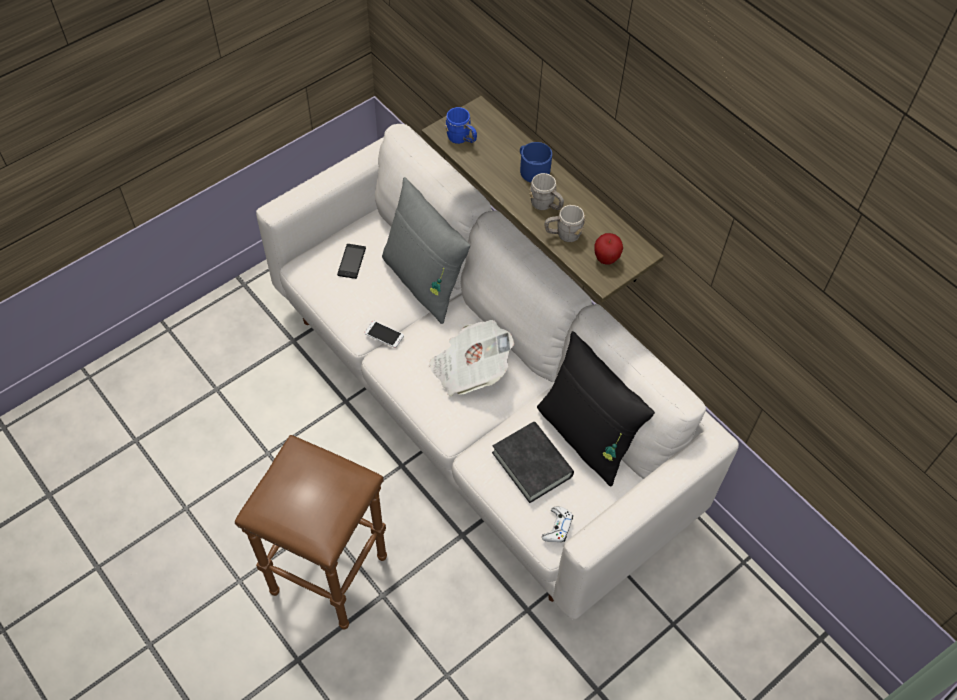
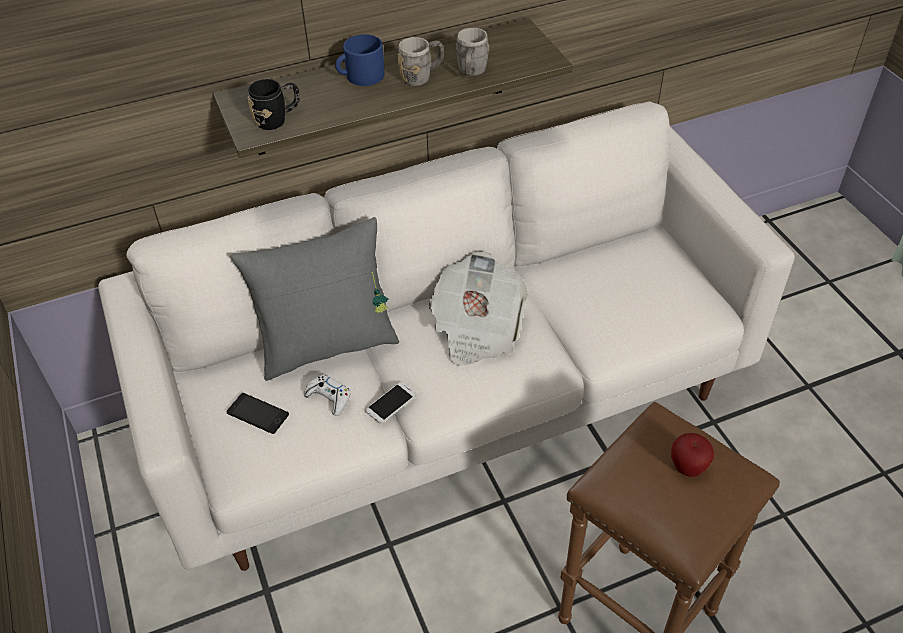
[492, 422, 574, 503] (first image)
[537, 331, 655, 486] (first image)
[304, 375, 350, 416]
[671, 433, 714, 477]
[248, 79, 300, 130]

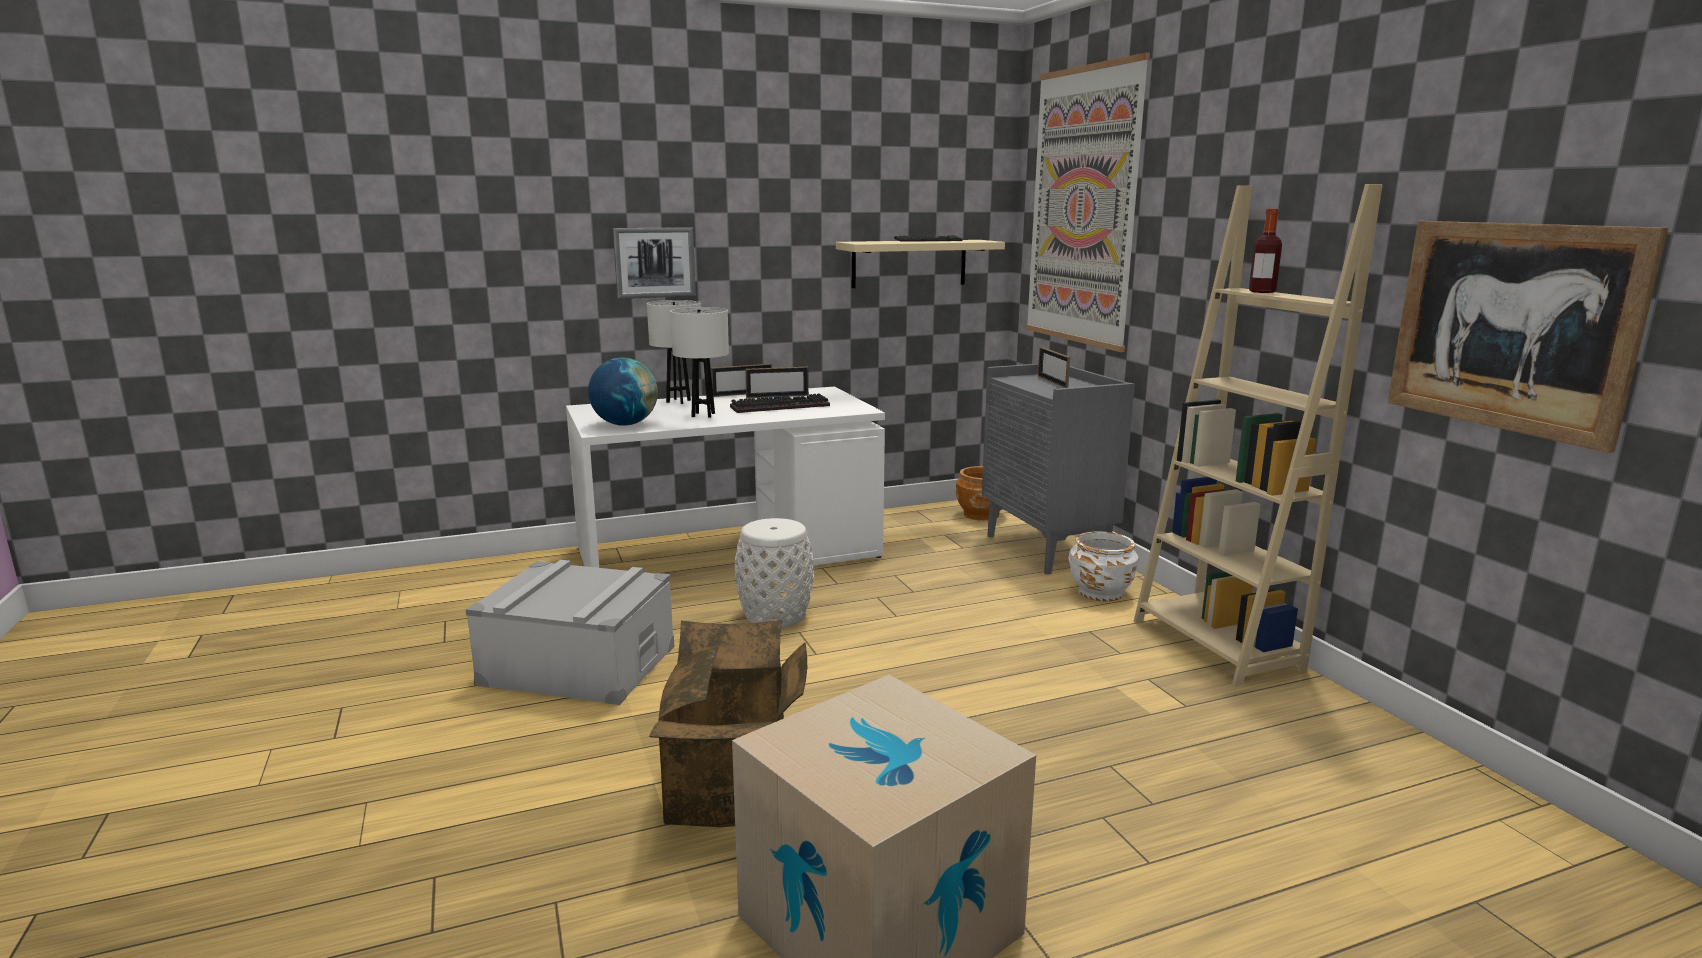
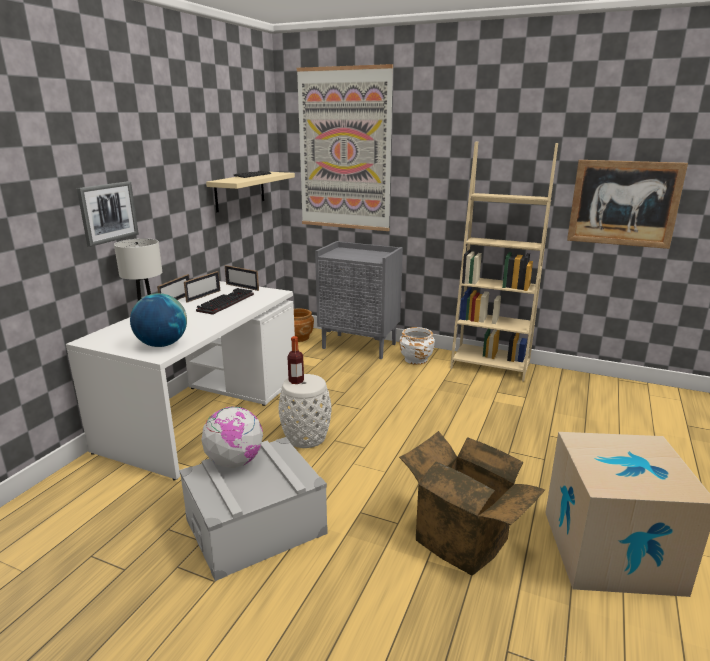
[670, 307, 729, 418] (first image)
[201, 407, 263, 468]
[225, 265, 259, 291]
[287, 336, 304, 384]

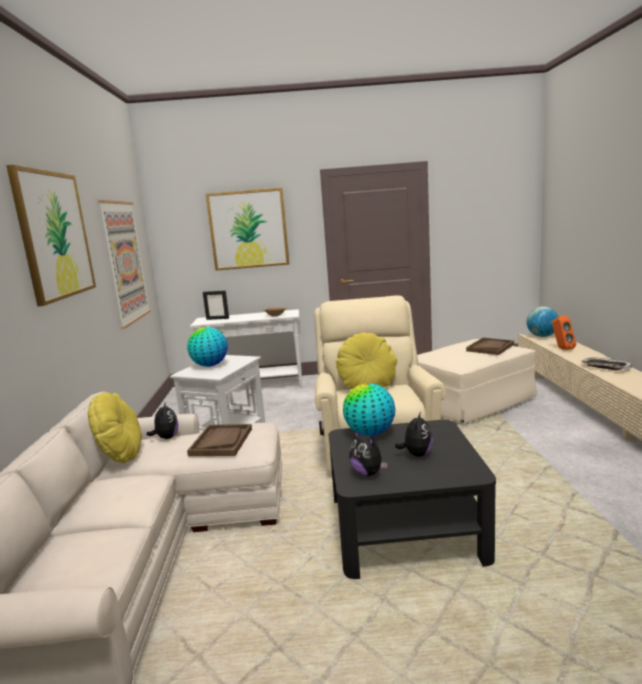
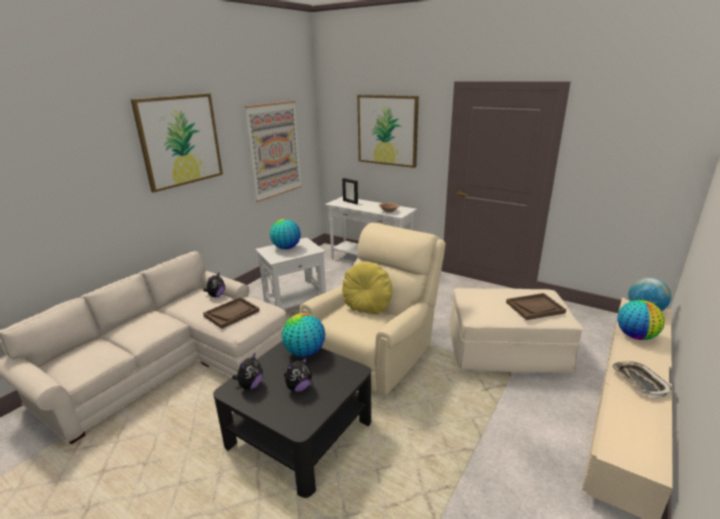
[88, 392, 142, 463] (first image)
[617, 300, 665, 340]
[232, 354, 263, 390]

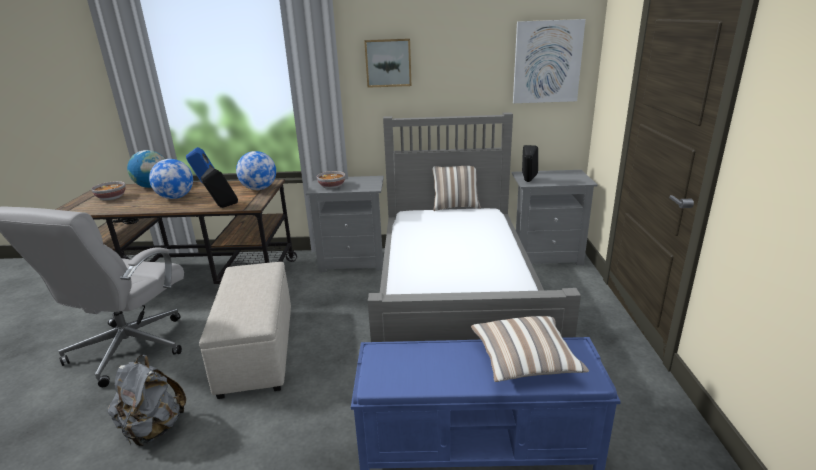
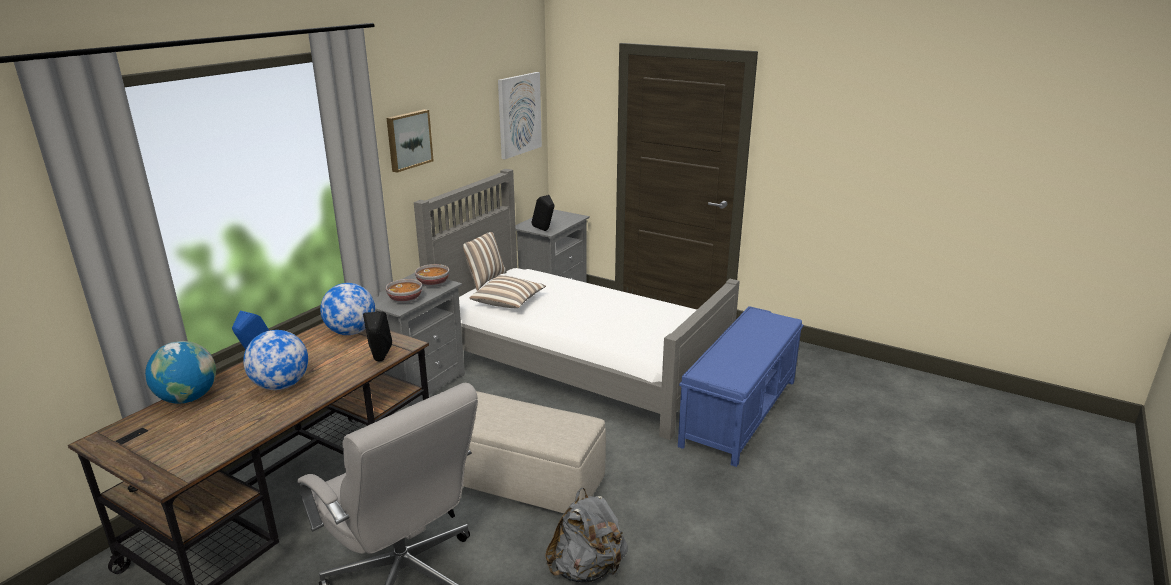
[415, 264, 449, 287]
[470, 275, 546, 308]

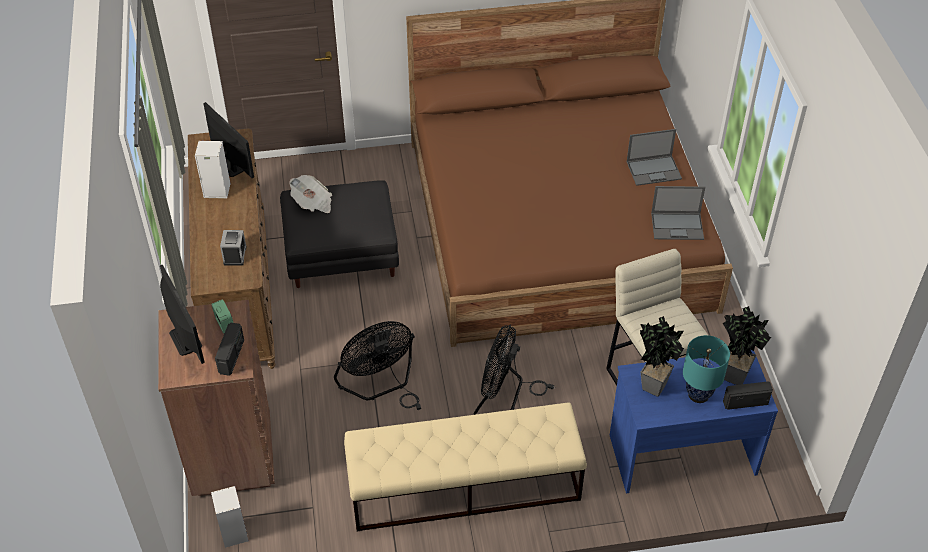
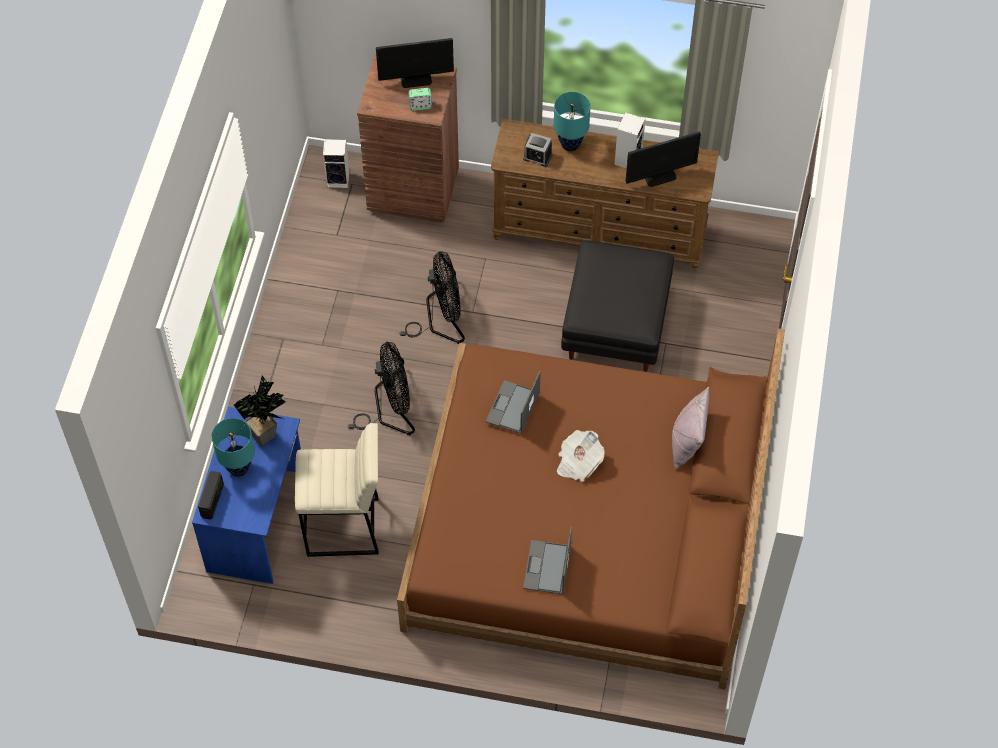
[215, 323, 244, 376] (first image)
[344, 403, 587, 531] (first image)
[723, 306, 771, 385] (first image)
[554, 92, 591, 151]
[672, 387, 709, 470]
[557, 430, 605, 481]
[486, 371, 541, 434]
[347, 341, 415, 436]

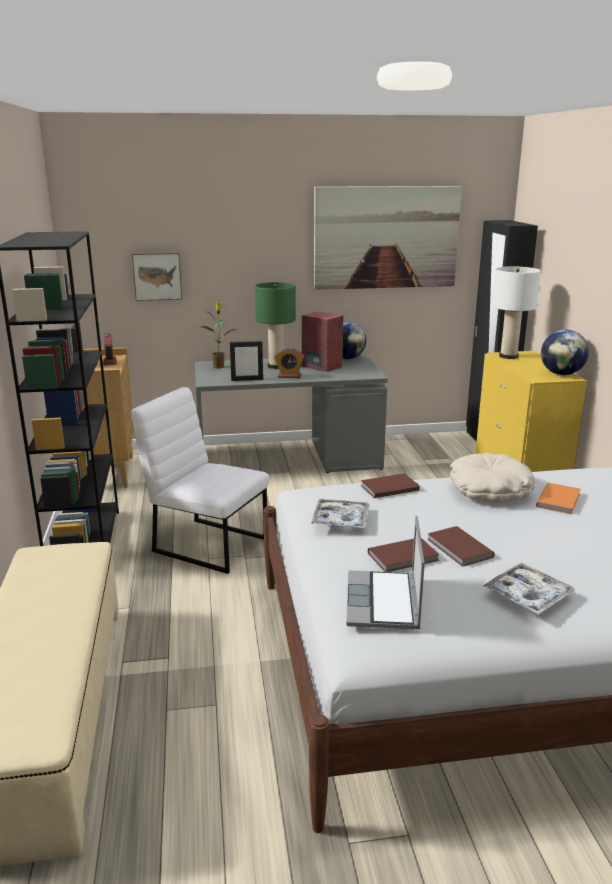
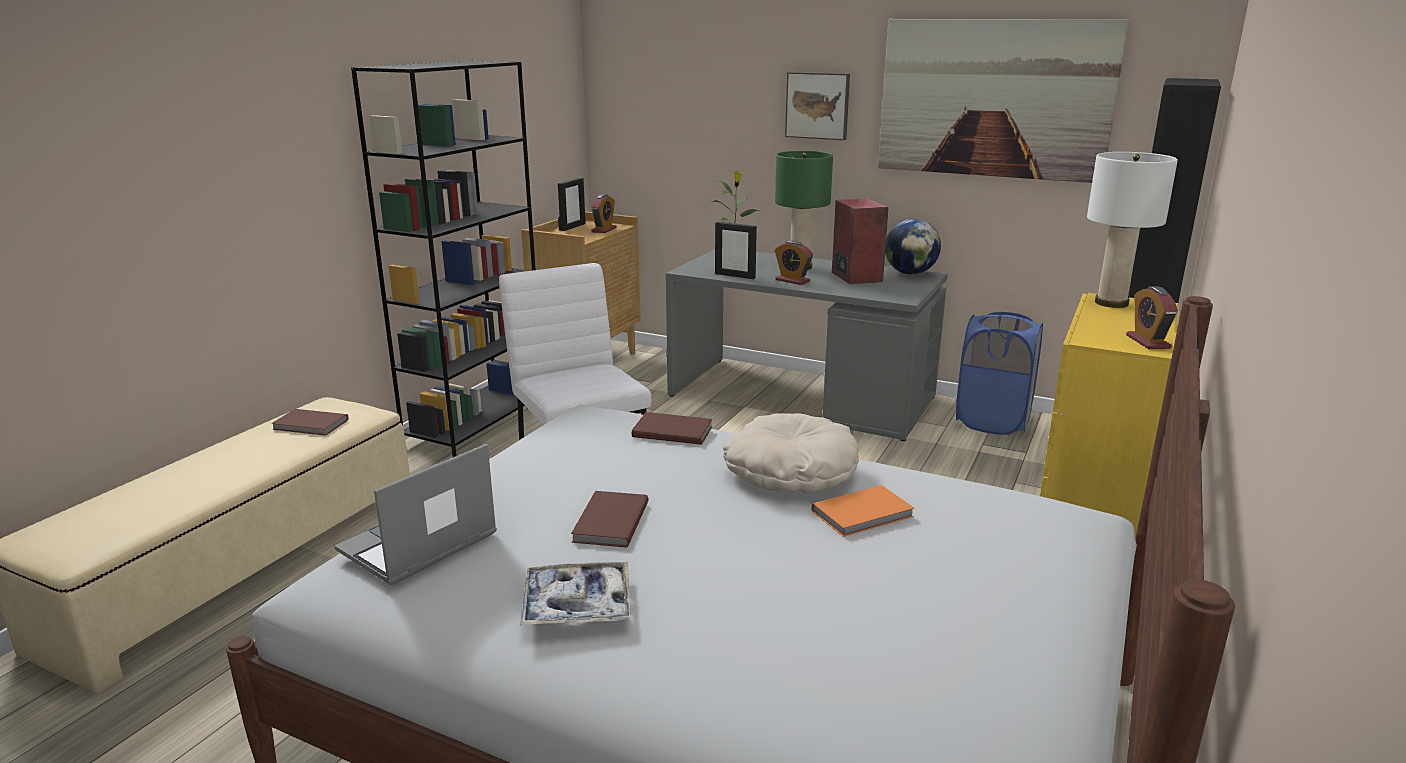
[311, 499, 369, 528] (first image)
[956, 312, 1043, 435]
[785, 72, 850, 140]
[271, 409, 349, 436]
[1126, 286, 1178, 349]

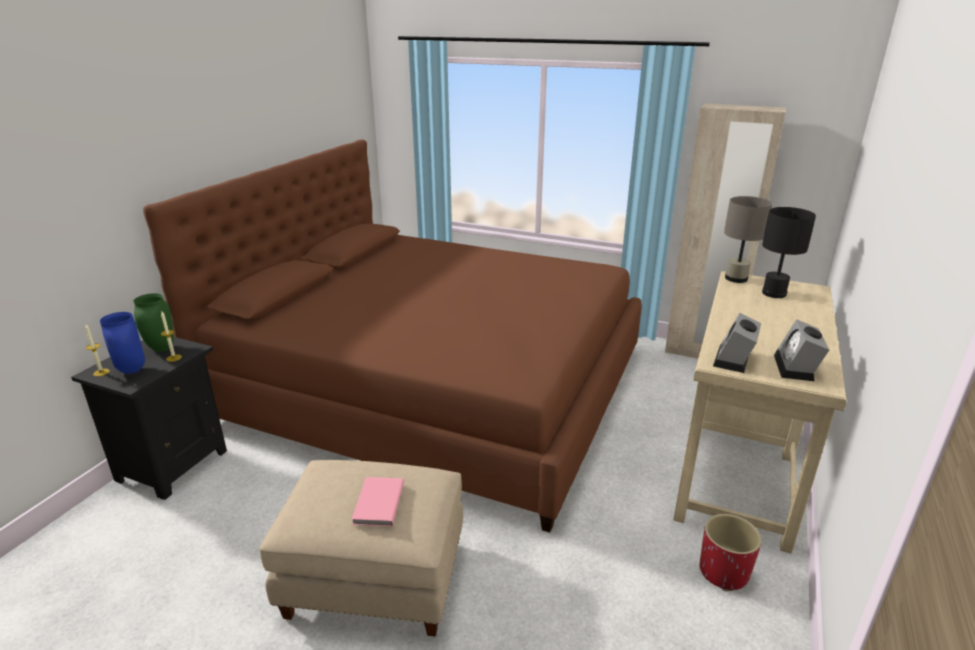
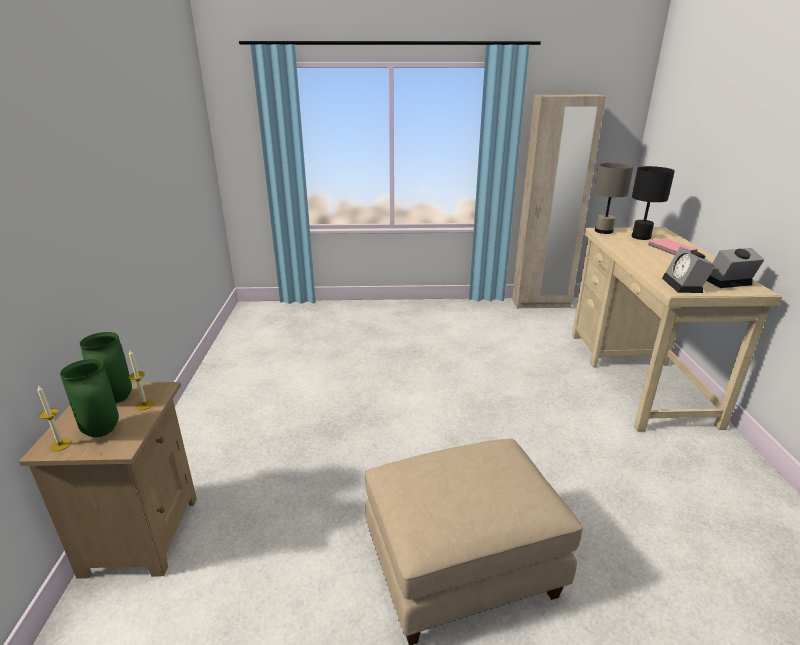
[143, 139, 642, 532] (first image)
[699, 514, 762, 591] (first image)
[649, 238, 697, 256]
[19, 382, 197, 579]
[60, 359, 119, 438]
[706, 248, 764, 288]

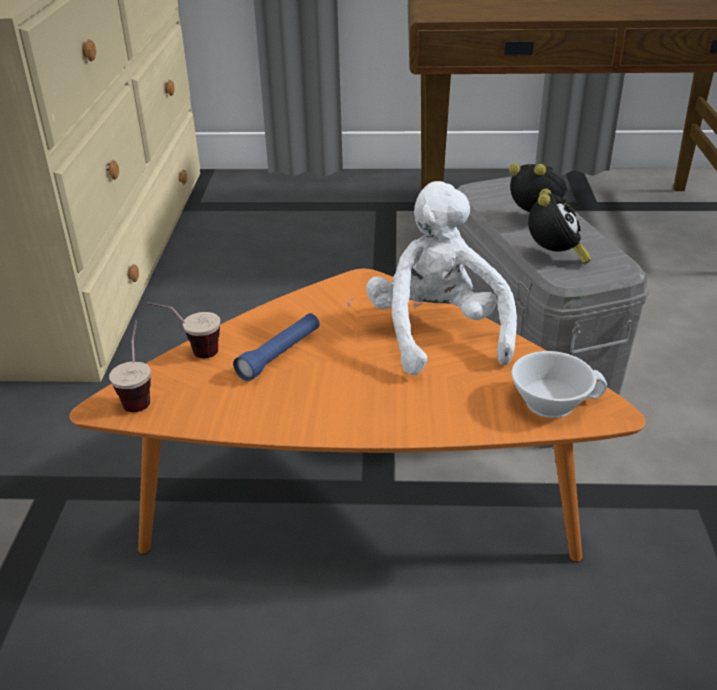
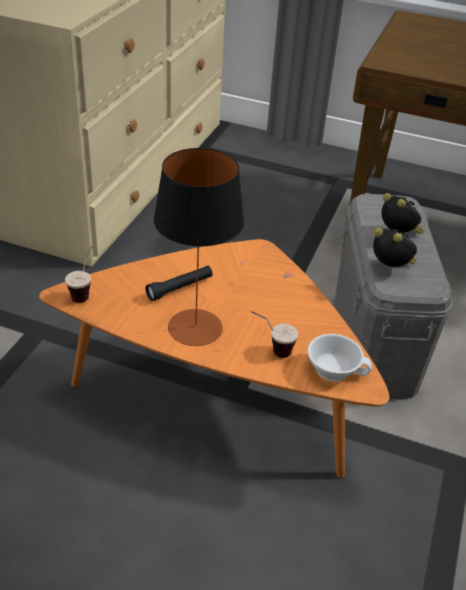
[366, 181, 517, 375] (first image)
[154, 148, 244, 346]
[251, 311, 298, 358]
[146, 266, 213, 301]
[373, 228, 417, 267]

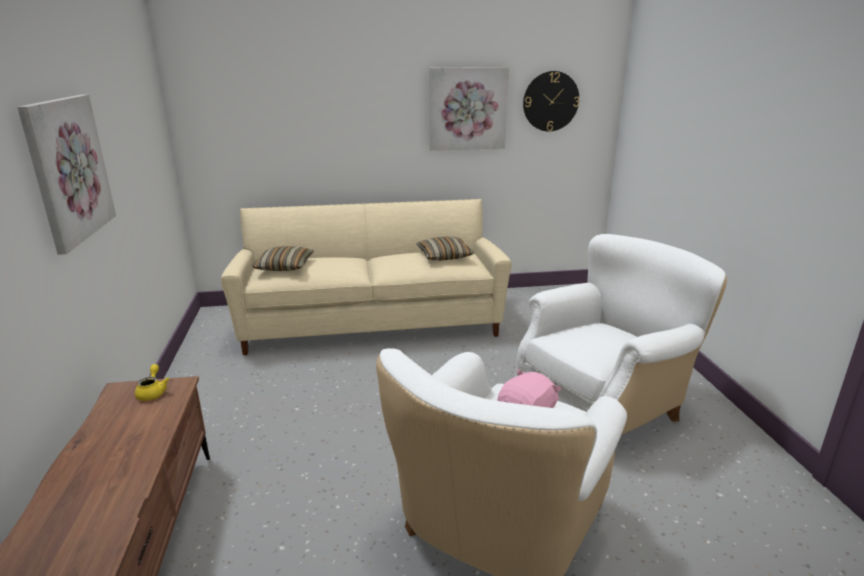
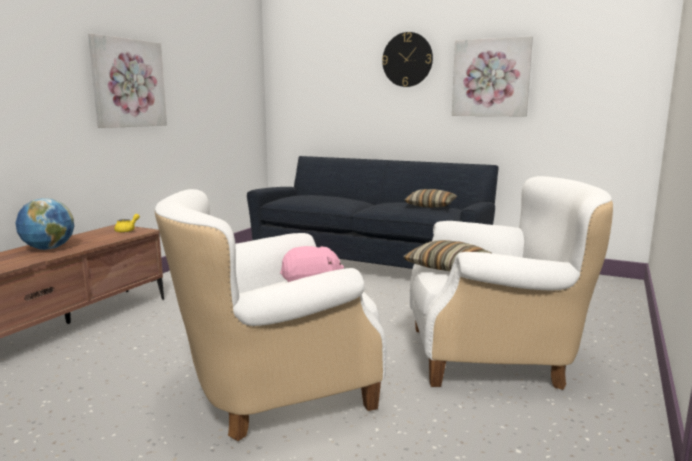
[16, 198, 74, 250]
[403, 240, 491, 271]
[382, 32, 433, 87]
[247, 156, 498, 269]

